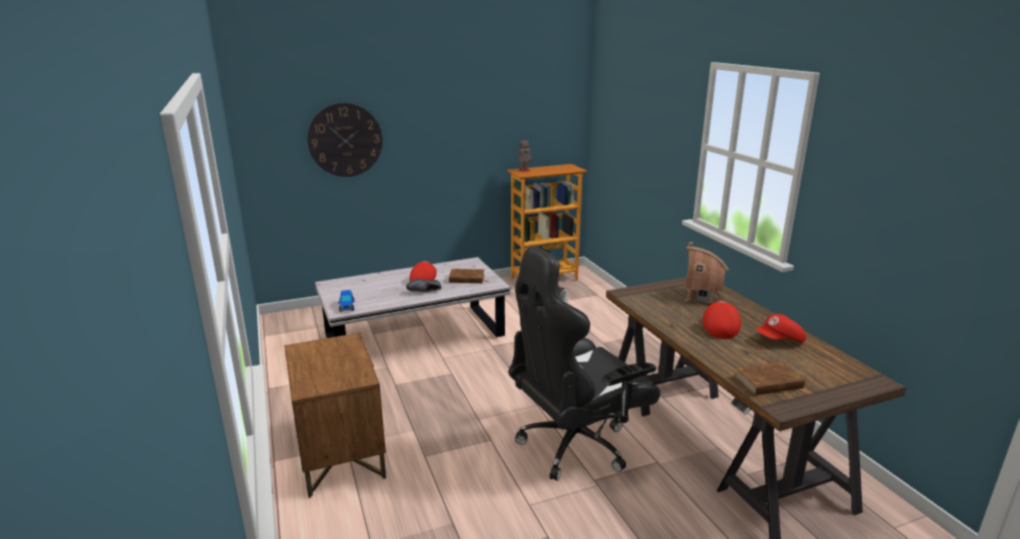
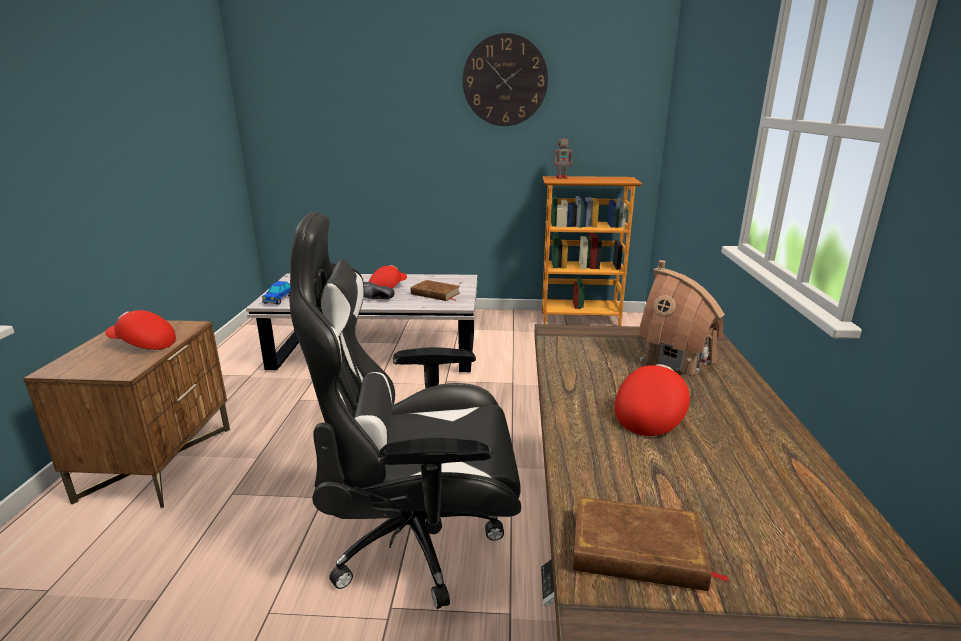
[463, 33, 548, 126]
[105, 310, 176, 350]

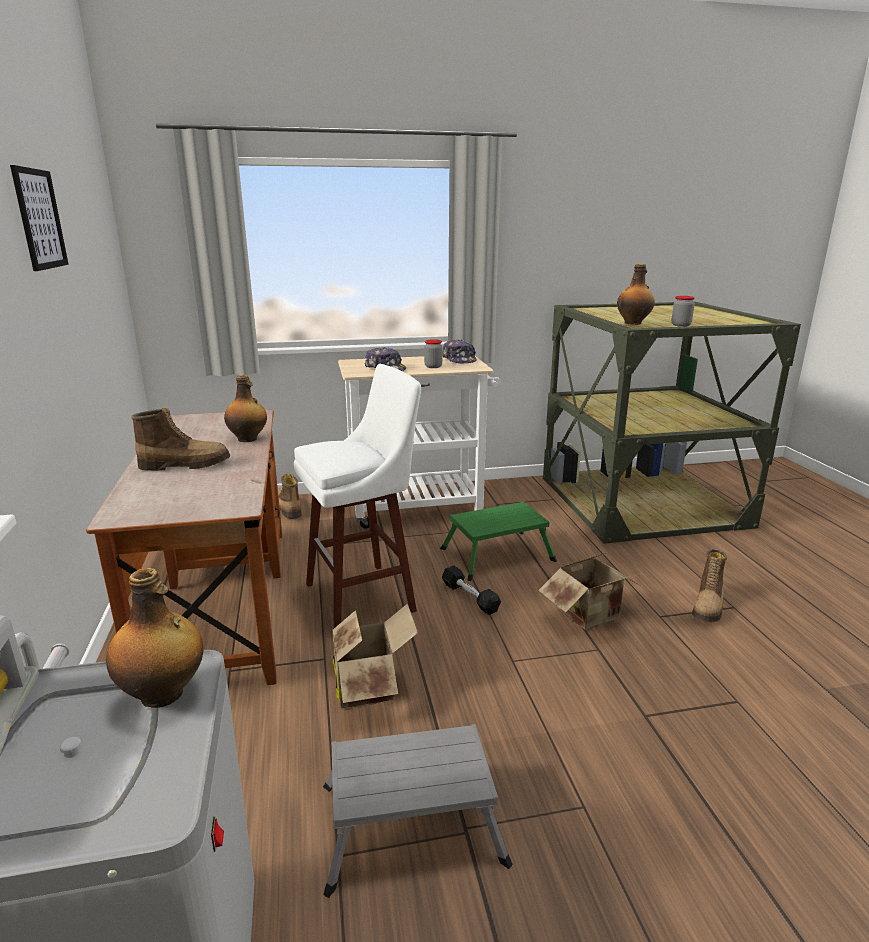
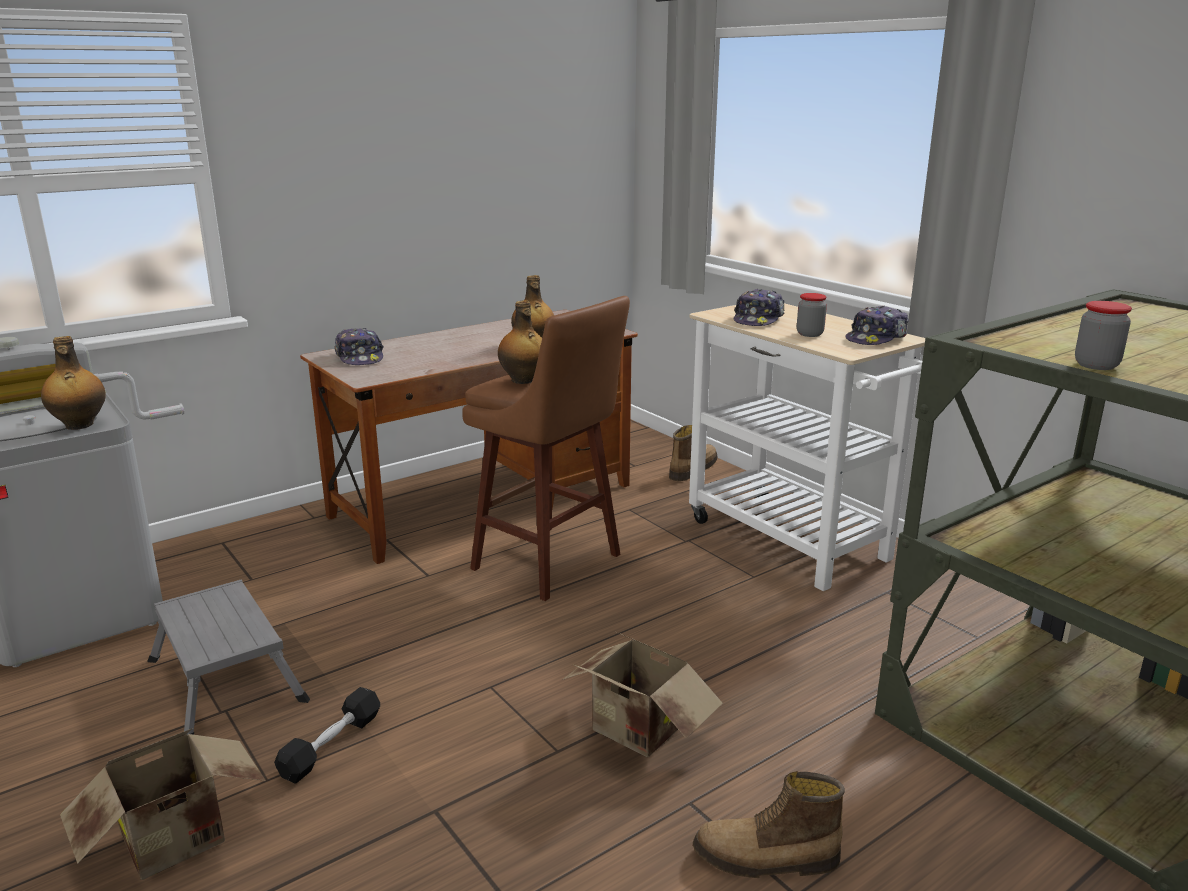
[10, 165, 69, 271] (first image)
[131, 408, 230, 471] (first image)
[440, 501, 557, 581] (first image)
[334, 328, 384, 365]
[60, 728, 266, 880]
[274, 687, 380, 784]
[498, 300, 542, 384]
[462, 296, 630, 601]

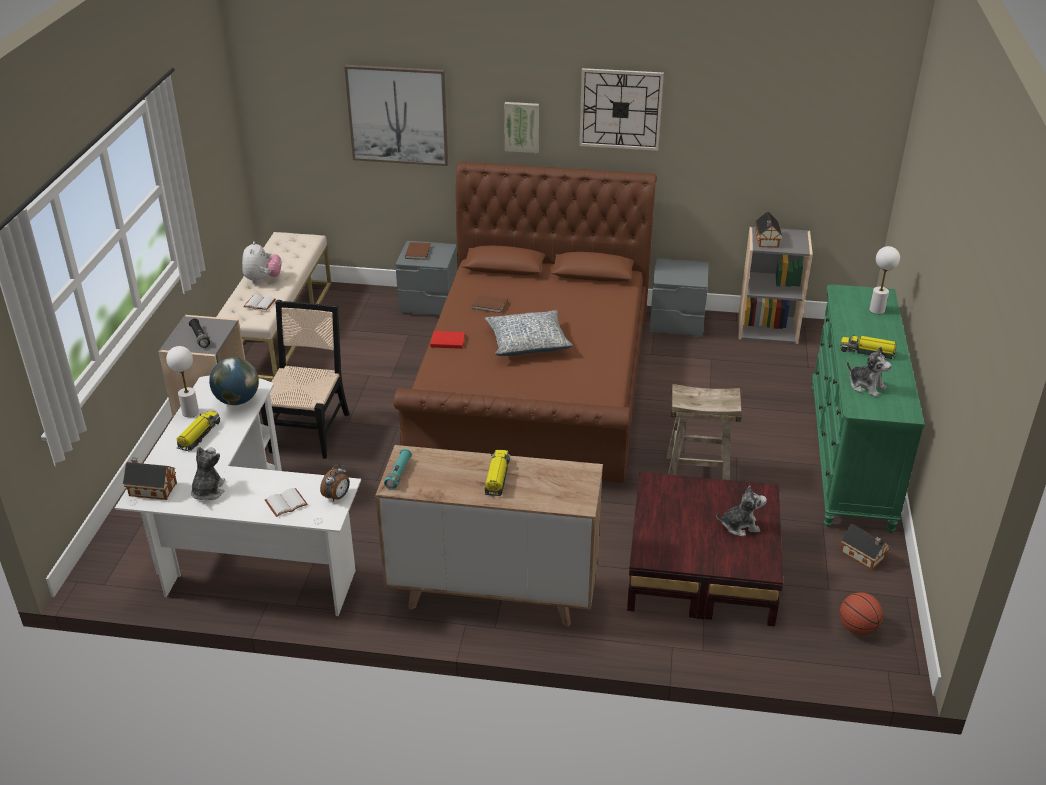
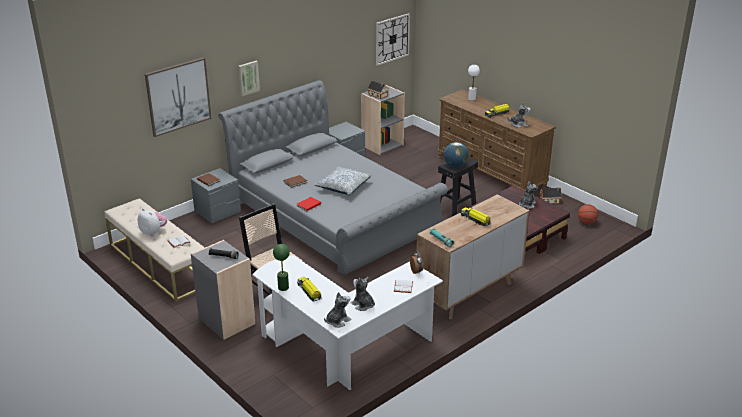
[444, 142, 469, 167]
[376, 13, 410, 66]
[324, 292, 351, 328]
[273, 244, 290, 291]
[218, 80, 448, 275]
[438, 157, 478, 216]
[438, 90, 556, 192]

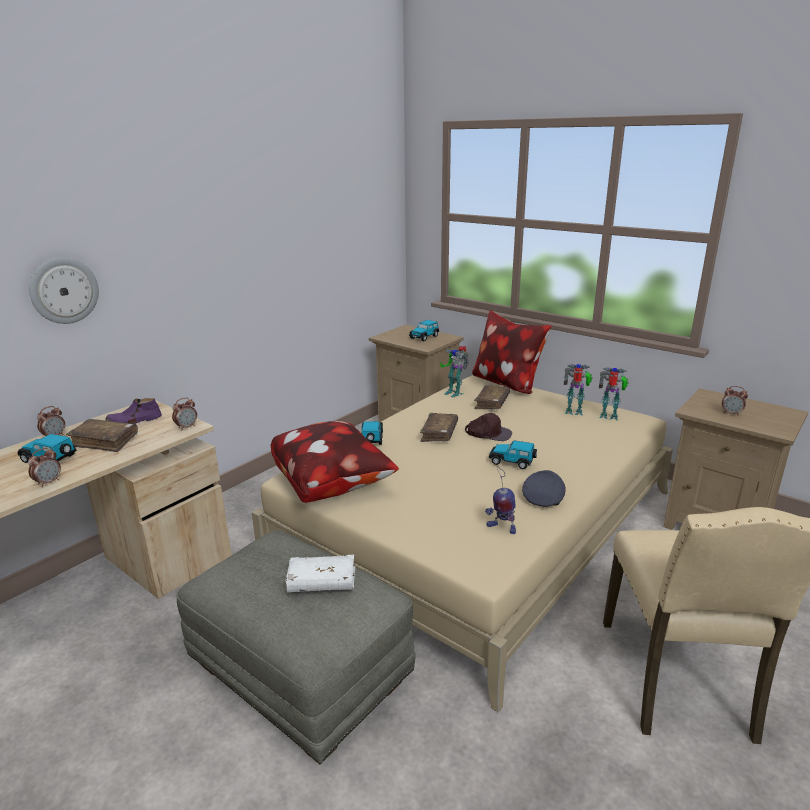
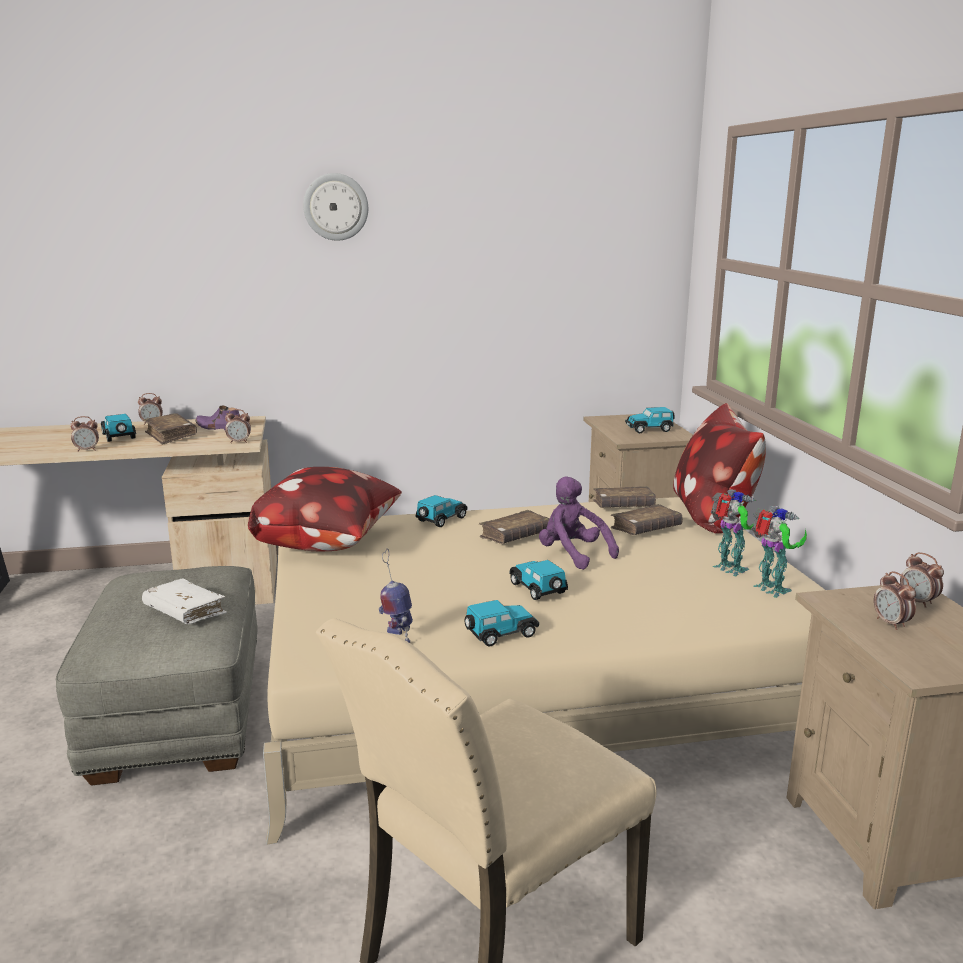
[900, 552, 944, 608]
[303, 173, 368, 241]
[593, 486, 656, 508]
[539, 476, 619, 570]
[465, 600, 539, 647]

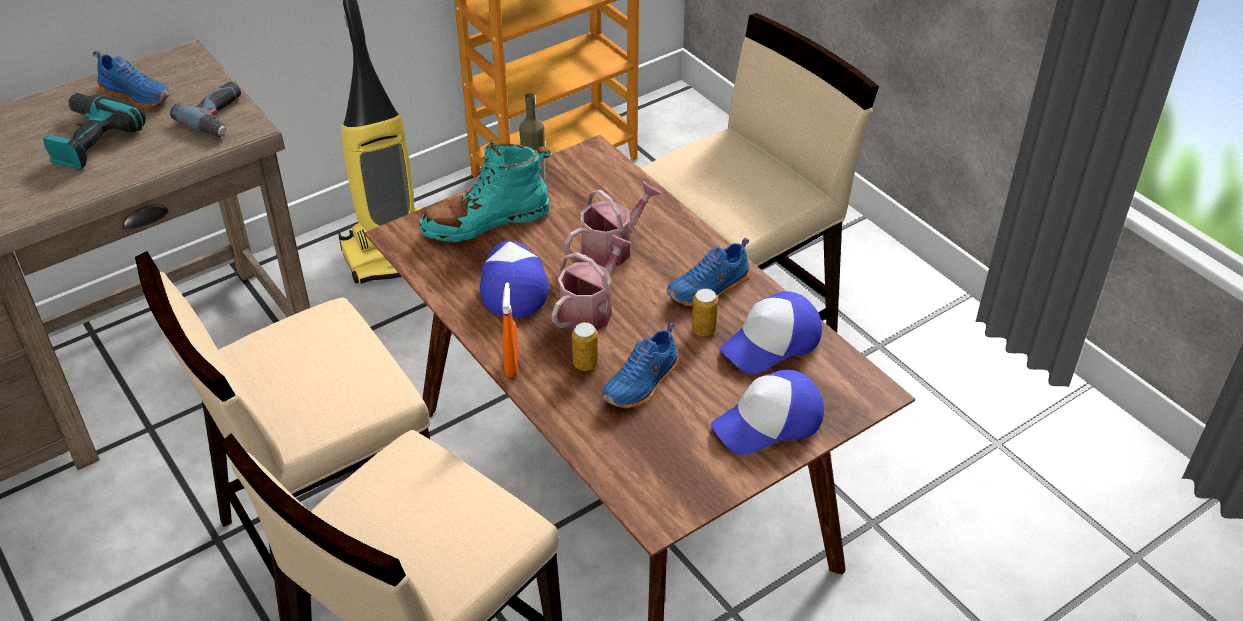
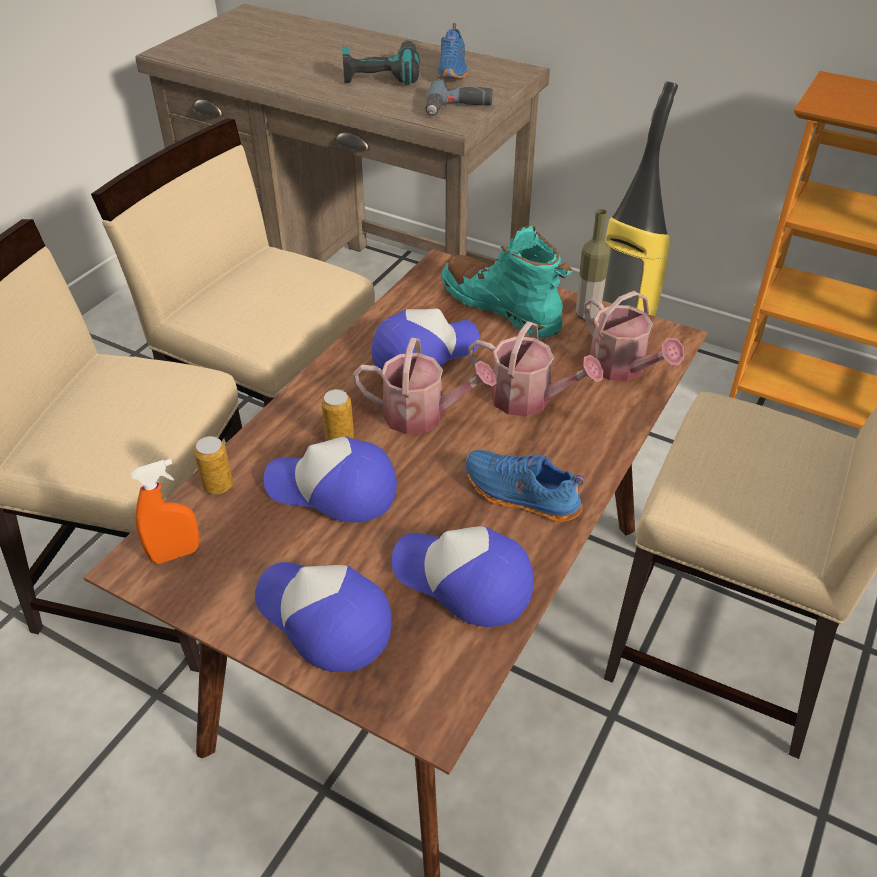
[584, 291, 684, 381]
[131, 459, 200, 564]
[194, 436, 233, 494]
[264, 436, 397, 523]

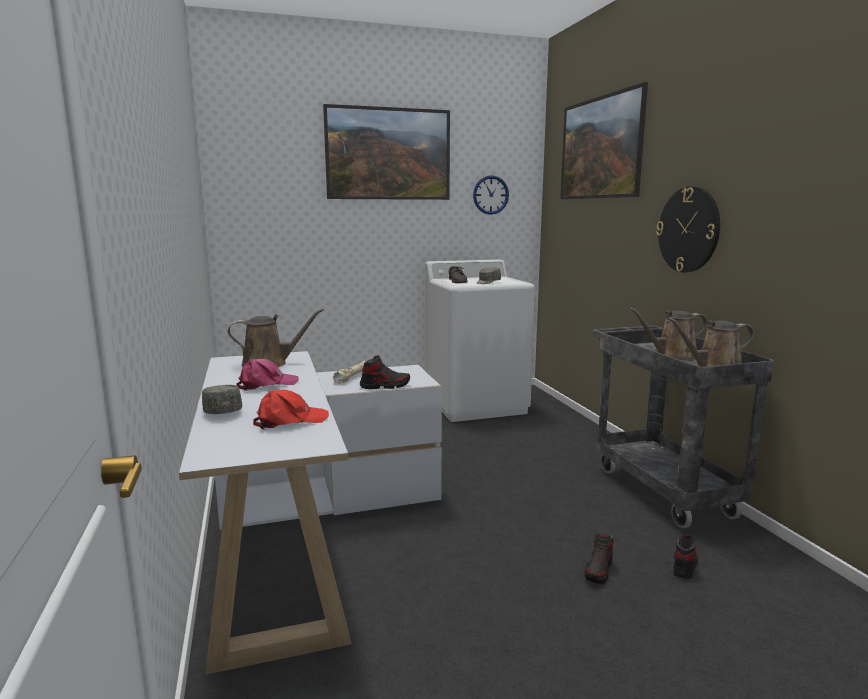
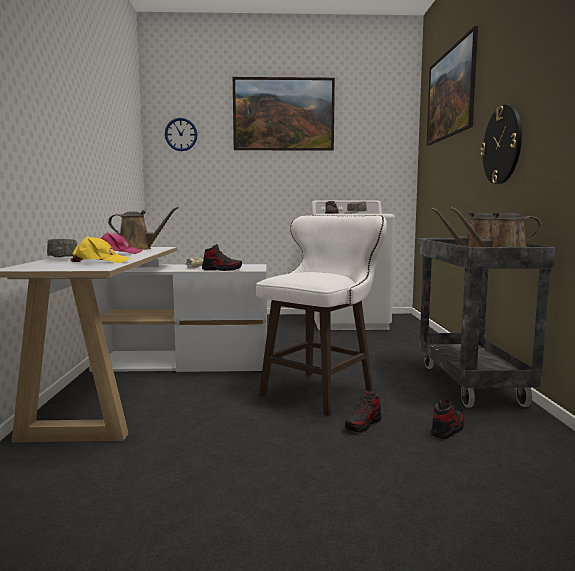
[256, 215, 387, 416]
[165, 118, 197, 151]
[70, 236, 130, 263]

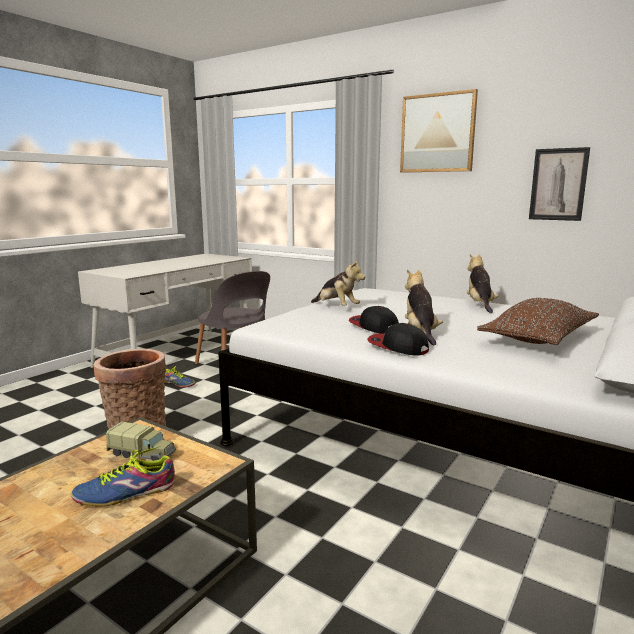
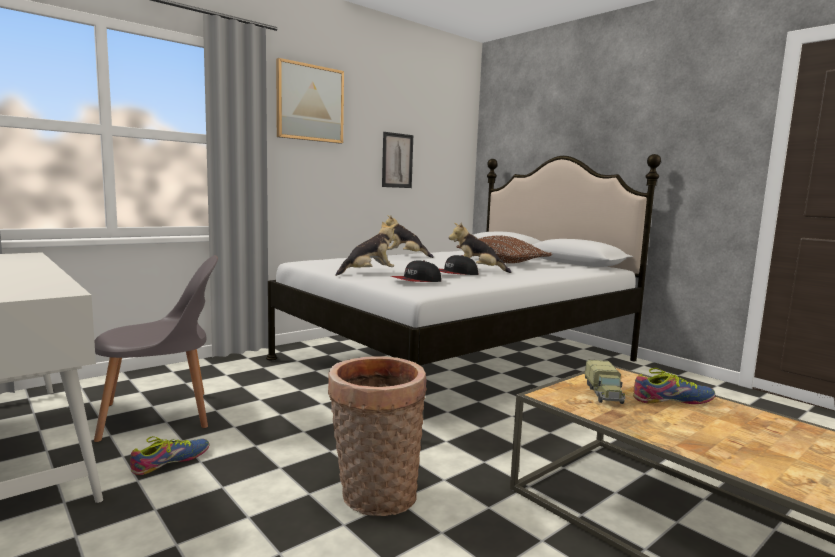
[391, 260, 441, 282]
[633, 368, 715, 404]
[585, 360, 626, 404]

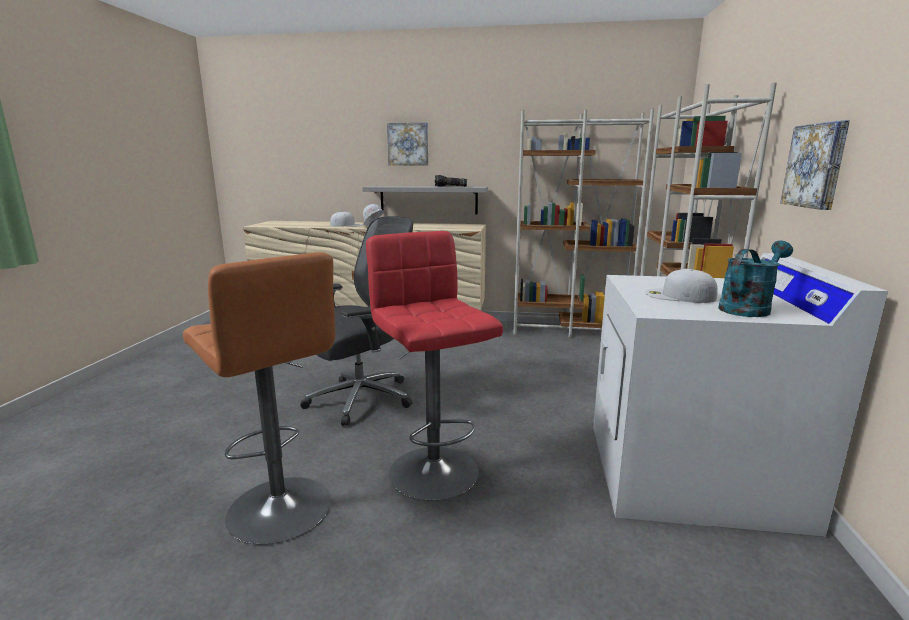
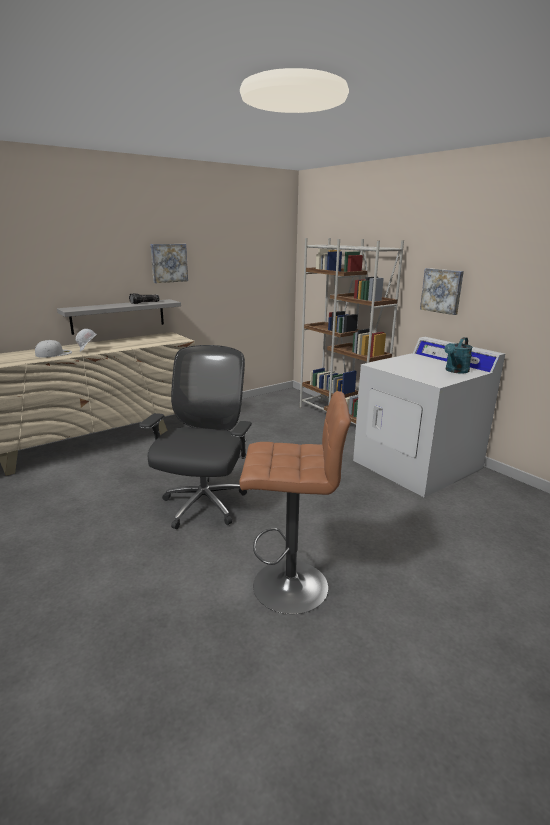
[366, 231, 503, 501] (first image)
[513, 109, 654, 337] (first image)
[645, 269, 718, 303] (first image)
[150, 244, 188, 283]
[444, 337, 473, 373]

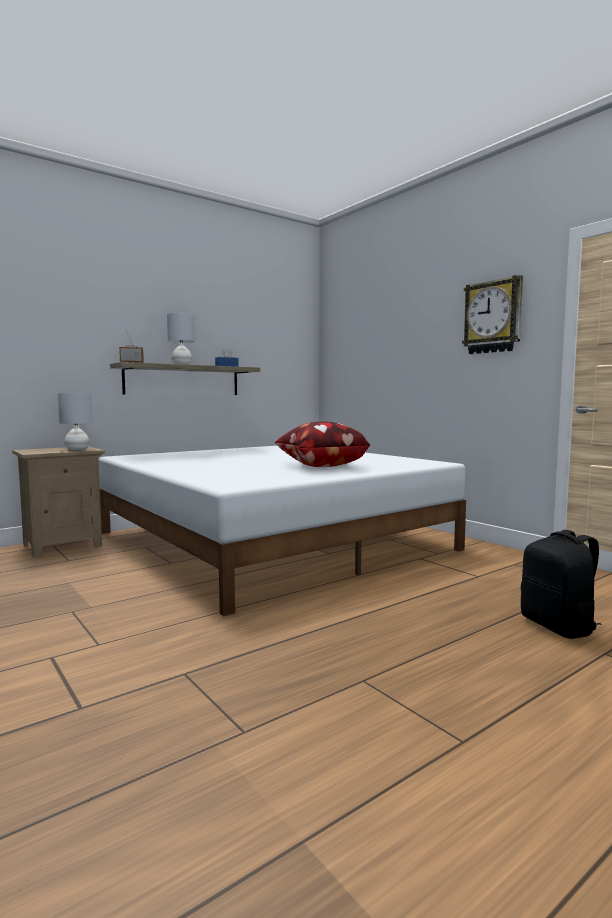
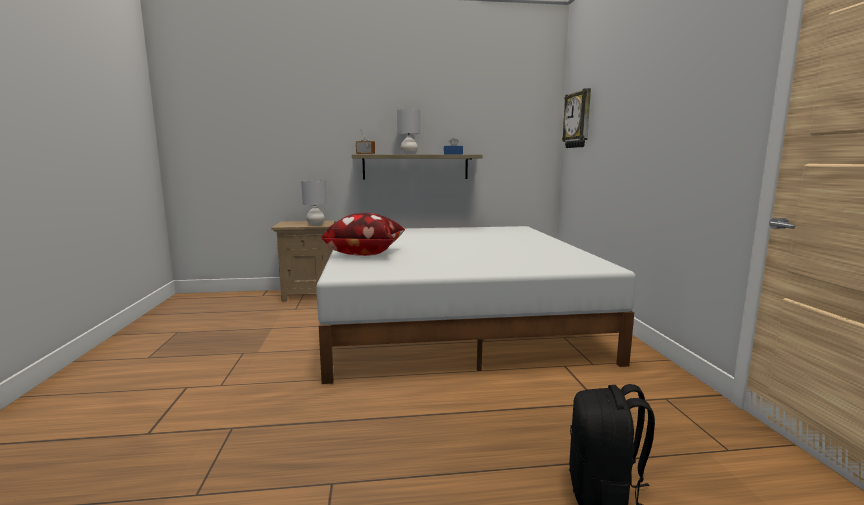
[320, 213, 405, 256]
[562, 88, 591, 148]

